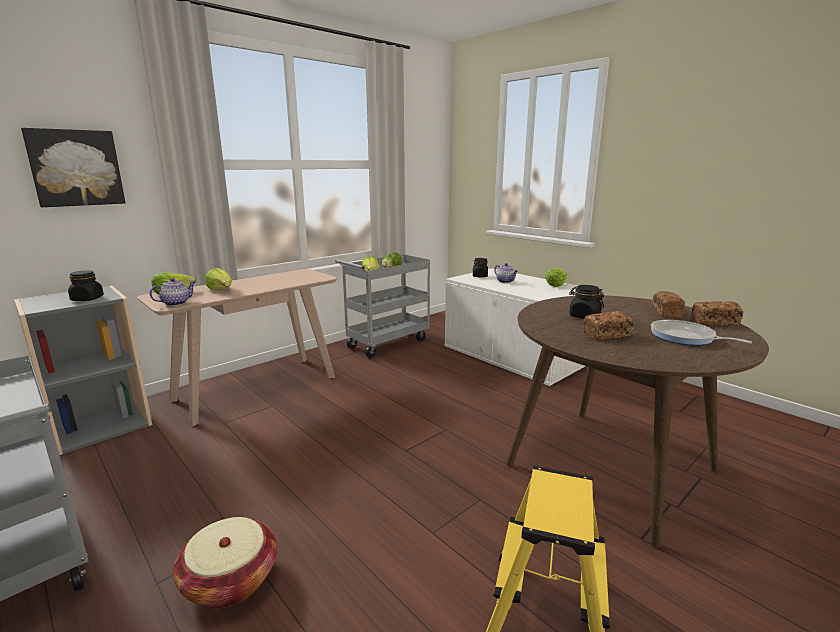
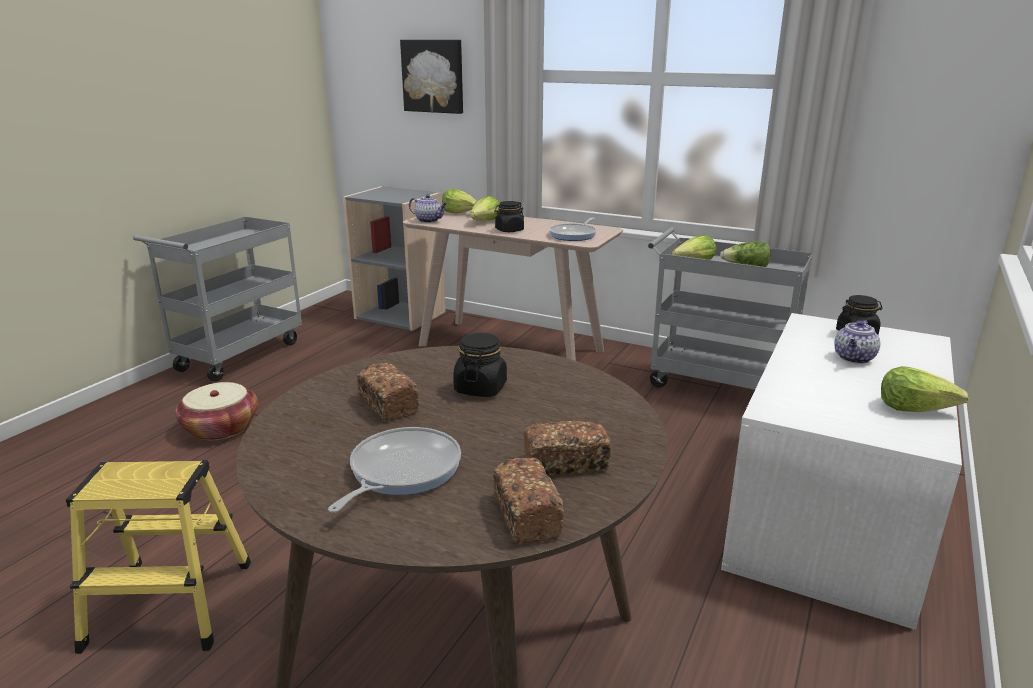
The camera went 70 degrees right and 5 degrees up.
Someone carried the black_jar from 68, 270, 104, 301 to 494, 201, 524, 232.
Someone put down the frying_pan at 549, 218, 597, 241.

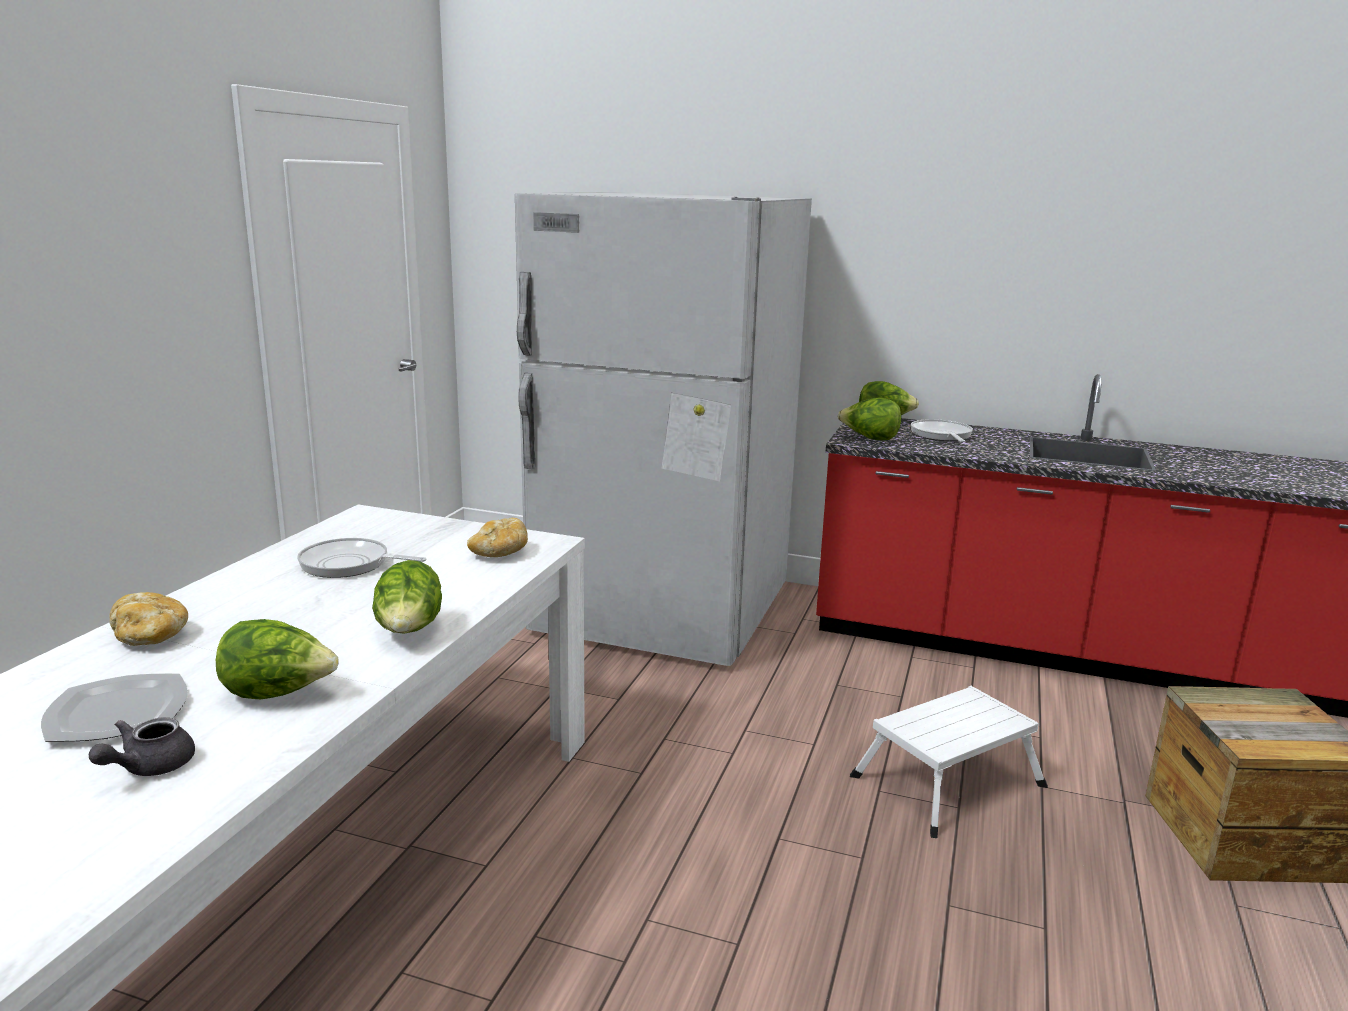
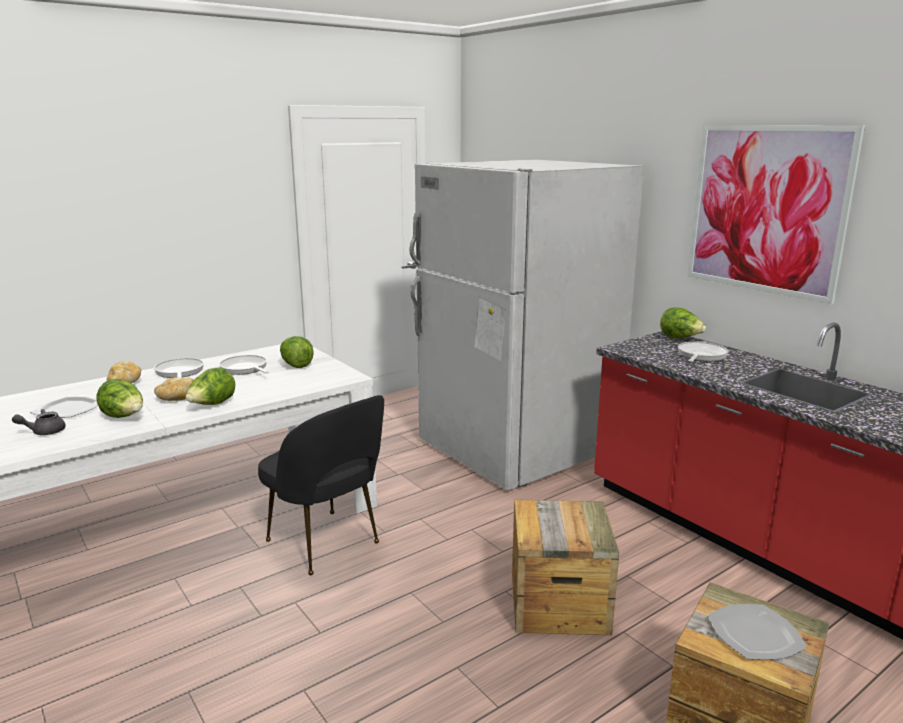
The camera went 35 degrees right and 0 degrees up.
Someone carried the bread from 467, 518, 528, 557 to 154, 377, 194, 401.
Someone carried the lettuce from 838, 398, 901, 440 to 280, 336, 314, 368.
Someone swapped the white_step_ladder at 850, 686, 1048, 838 for the crate at 512, 500, 619, 635.
Someone put down the frying_pan at 154, 358, 204, 378.
Someone put down the black_chair at 258, 395, 384, 576.
Someone put up the picture at 687, 125, 865, 304.
Someone put down the plate at 708, 604, 807, 660.

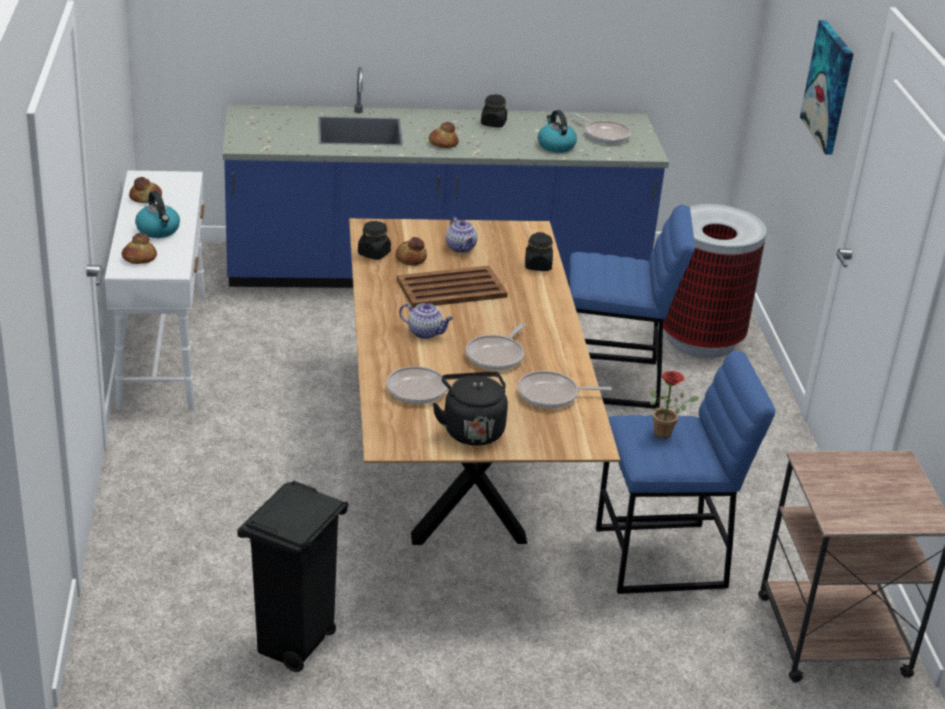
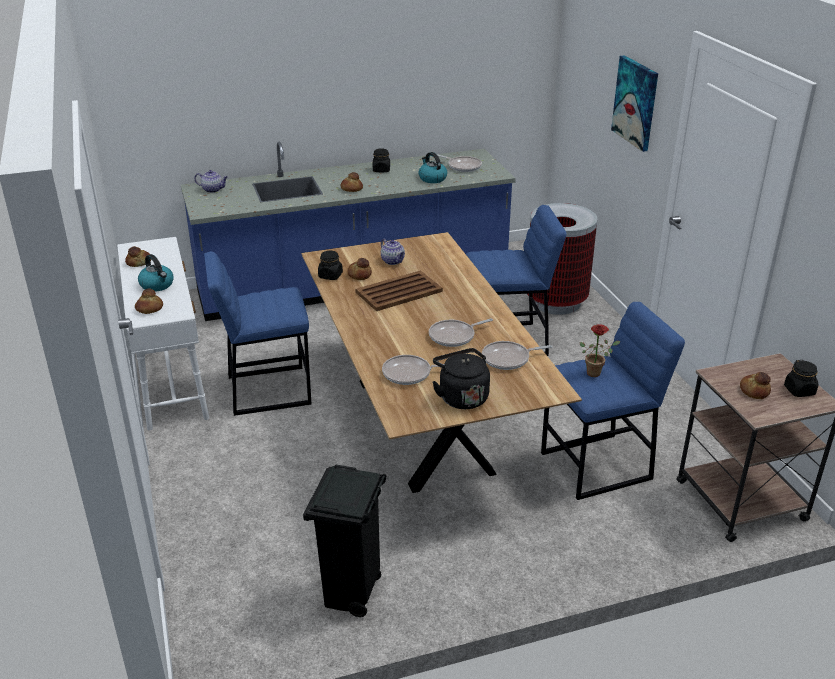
The camera went 10 degrees left and 0 degrees up.
Someone carried the teapot from 399, 303, 453, 339 to 194, 170, 228, 193.
Someone rotated the frying_pan at 466, 323, 526, 370 by 45 degrees clockwise.
Someone carried the black_jar from 525, 232, 553, 271 to 784, 360, 818, 397.
Someone put down the blue_stool at 204, 251, 311, 416.
Someone put down the bread at 740, 372, 771, 399.

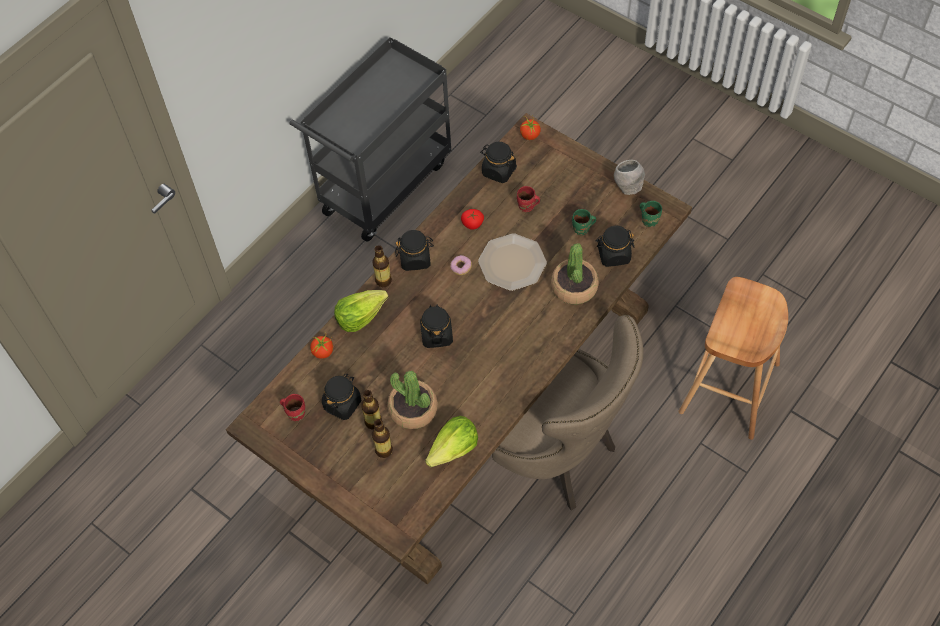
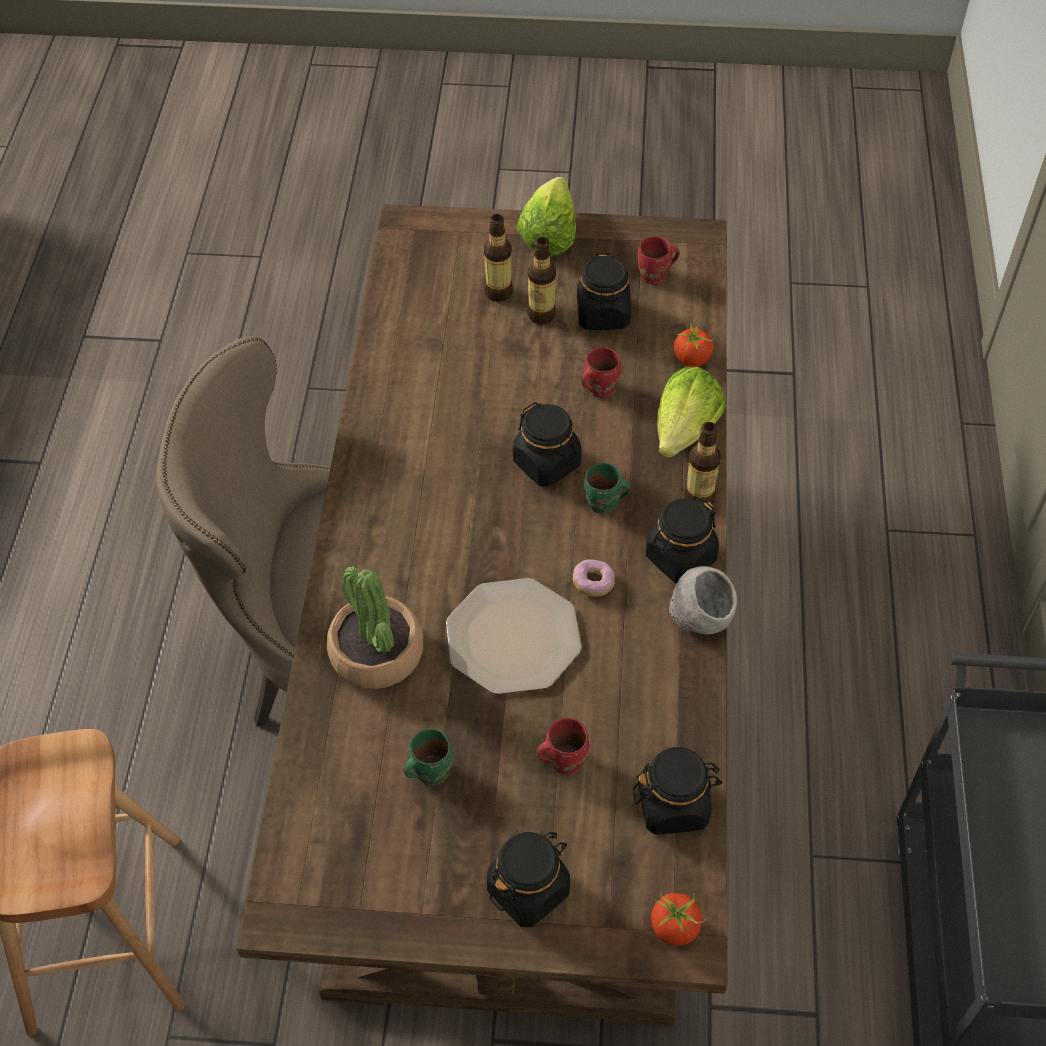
The camera went 145 degrees right and 5 degrees down.
Someone took away the potted_plant at 387, 371, 438, 429.
Someone carried the lettuce from 425, 416, 478, 467 to 516, 177, 576, 256.
Someone took away the tomato at 461, 209, 484, 230.
Someone carried the black_jar from 596, 225, 634, 267 to 487, 832, 570, 927.
Someone carried the grey_bowl from 614, 160, 645, 195 to 669, 566, 737, 634.
Someone carried the green_mug from 640, 201, 662, 227 to 584, 462, 632, 514.
Someone put down the red_mug at 581, 347, 622, 398.

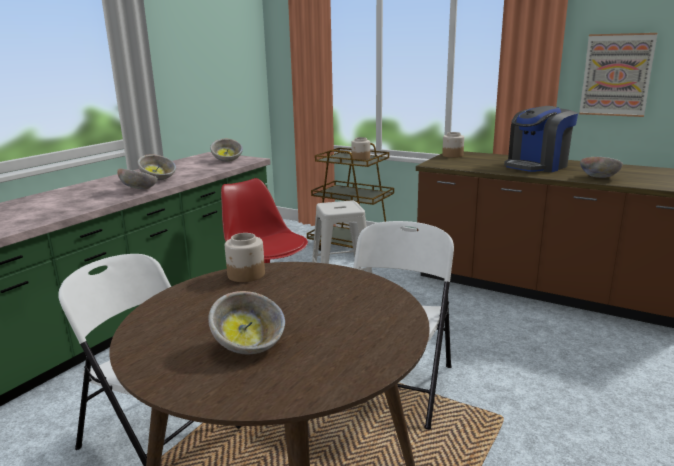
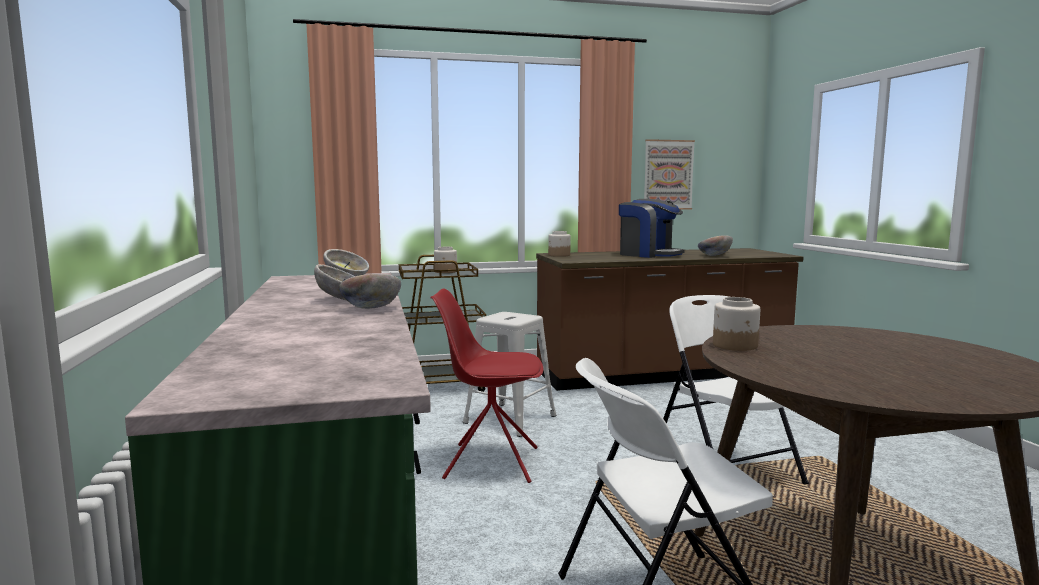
The camera went 45 degrees left and 10 degrees down.
Someone took away the bowl at 208, 291, 285, 354.
Someone rotated the coffee_machine at 504, 106, 578, 172 by 60 degrees counterclockwise.

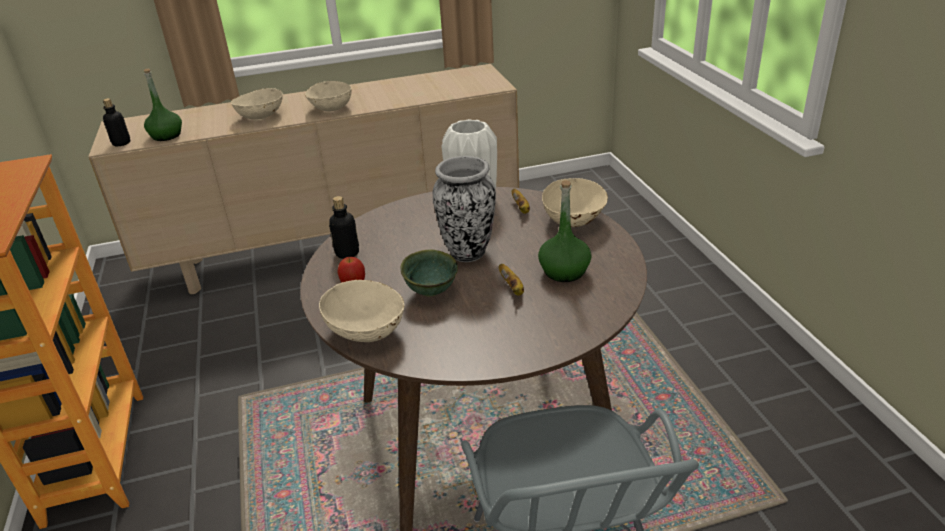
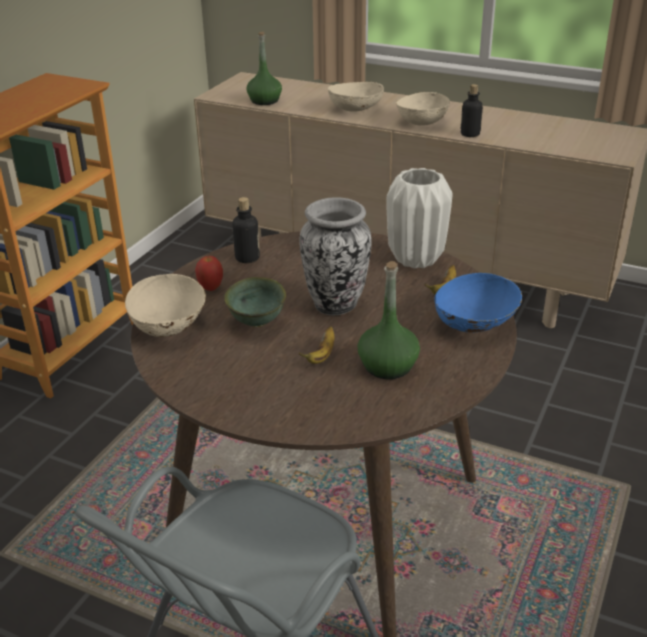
The camera went 40 degrees right and 0 degrees up.
Someone carried the bottle from 103, 98, 131, 146 to 461, 84, 483, 137.
Someone repainted the beige_bowl at 542, 177, 608, 227, which became the blue_bowl at 434, 273, 522, 332.

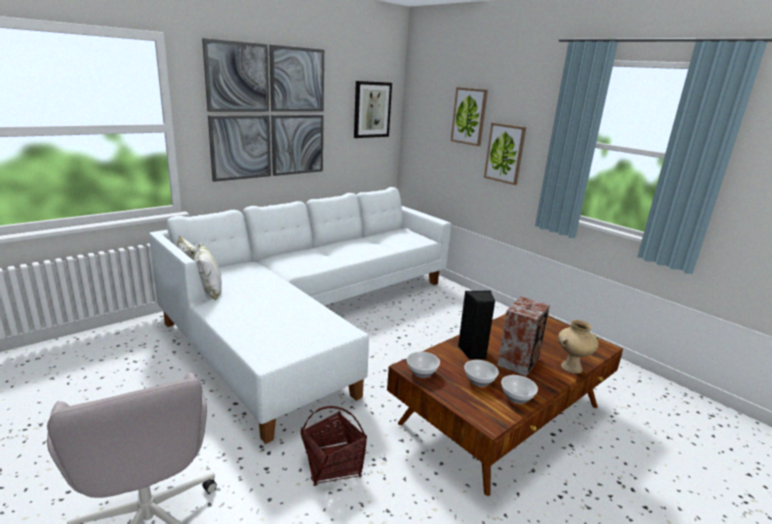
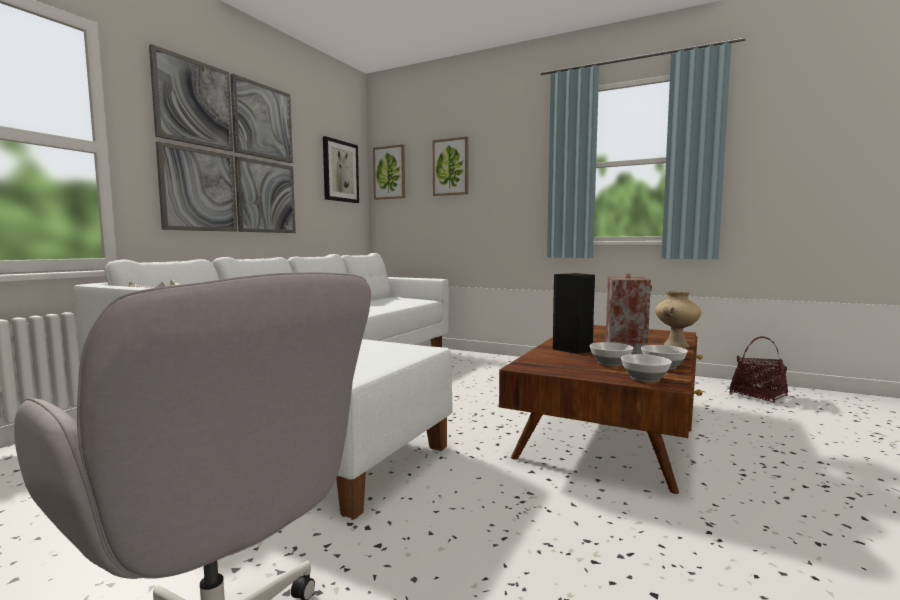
The camera went 20 degrees left and 15 degrees down.
Someone carried the basket from 301, 406, 367, 486 to 729, 336, 788, 403.
Someone carried the bowl from 406, 352, 440, 378 to 621, 354, 672, 382.
Someone carried the picture from 484, 123, 526, 185 to 373, 144, 405, 200.

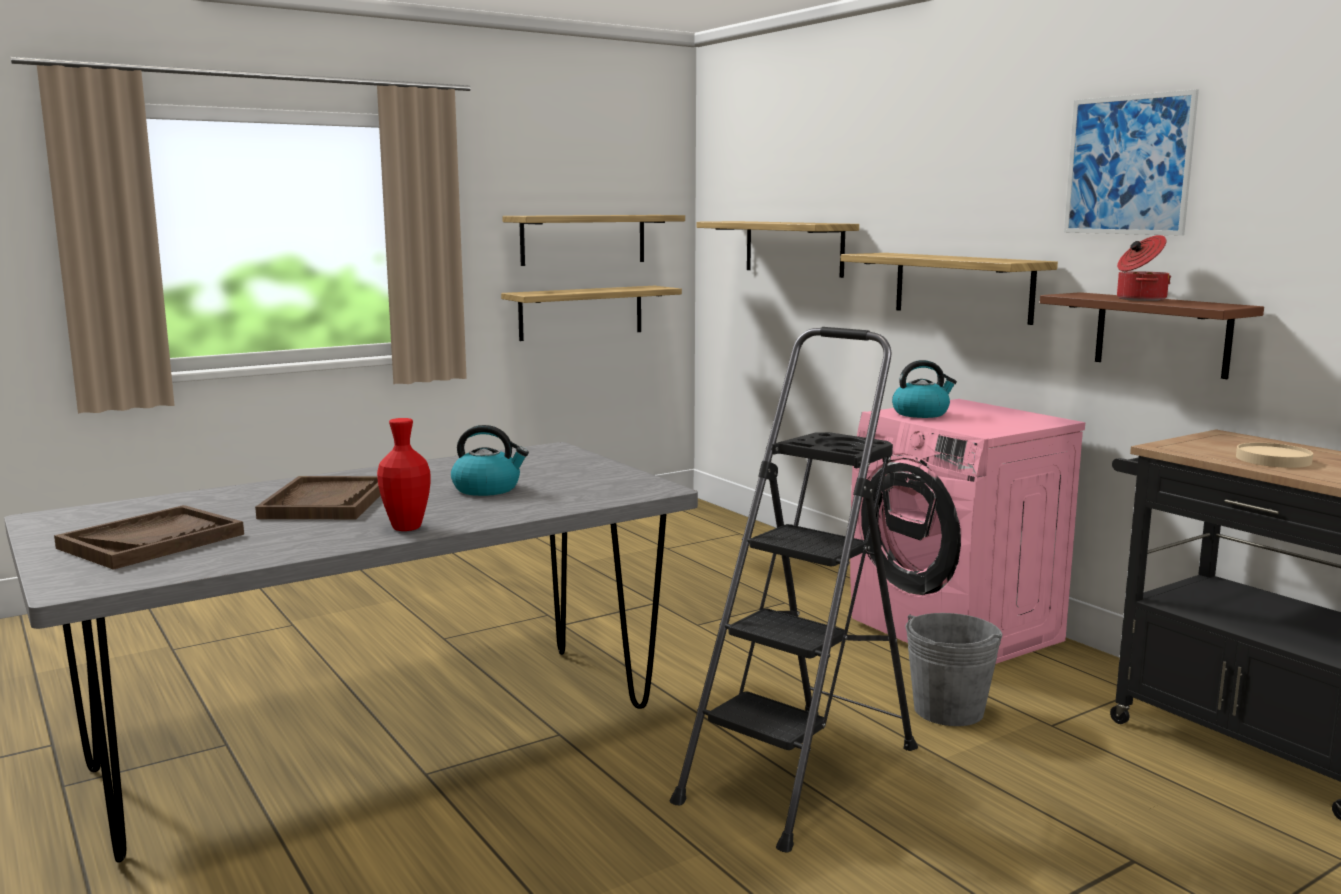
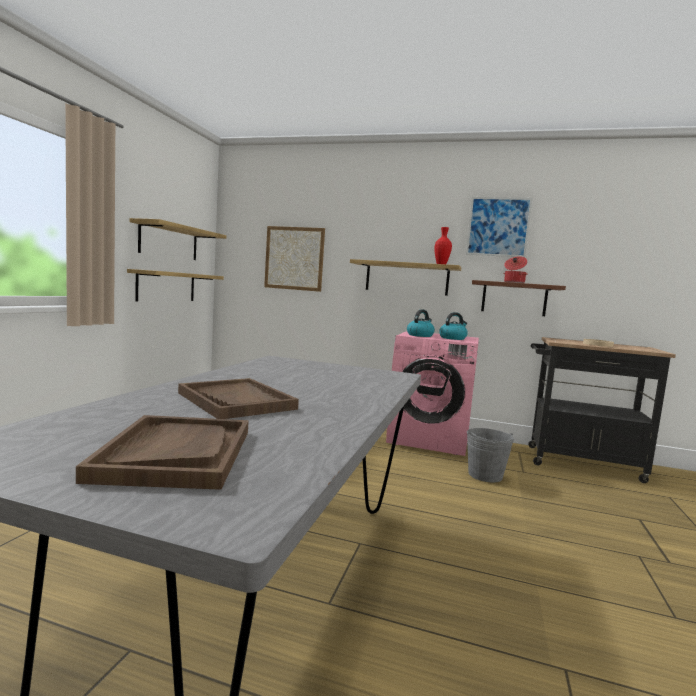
The camera went 40 degrees left and 5 degrees down.
Someone carried the red_vase from 377, 418, 431, 531 to 434, 227, 452, 264.
Someone carried the kettle from 451, 425, 529, 496 to 439, 312, 468, 340.
Someone took away the step_ladder at 670, 327, 918, 852.
Someone swapped the shelf at 697, 221, 859, 278 for the picture at 264, 226, 325, 292.

